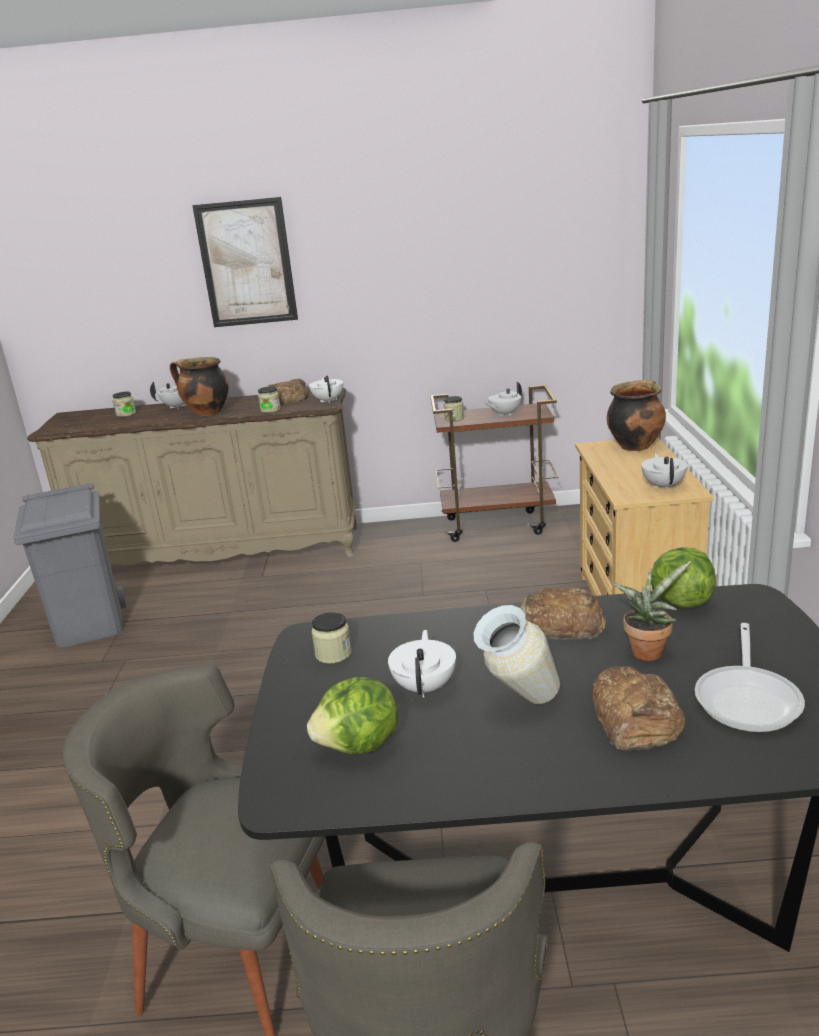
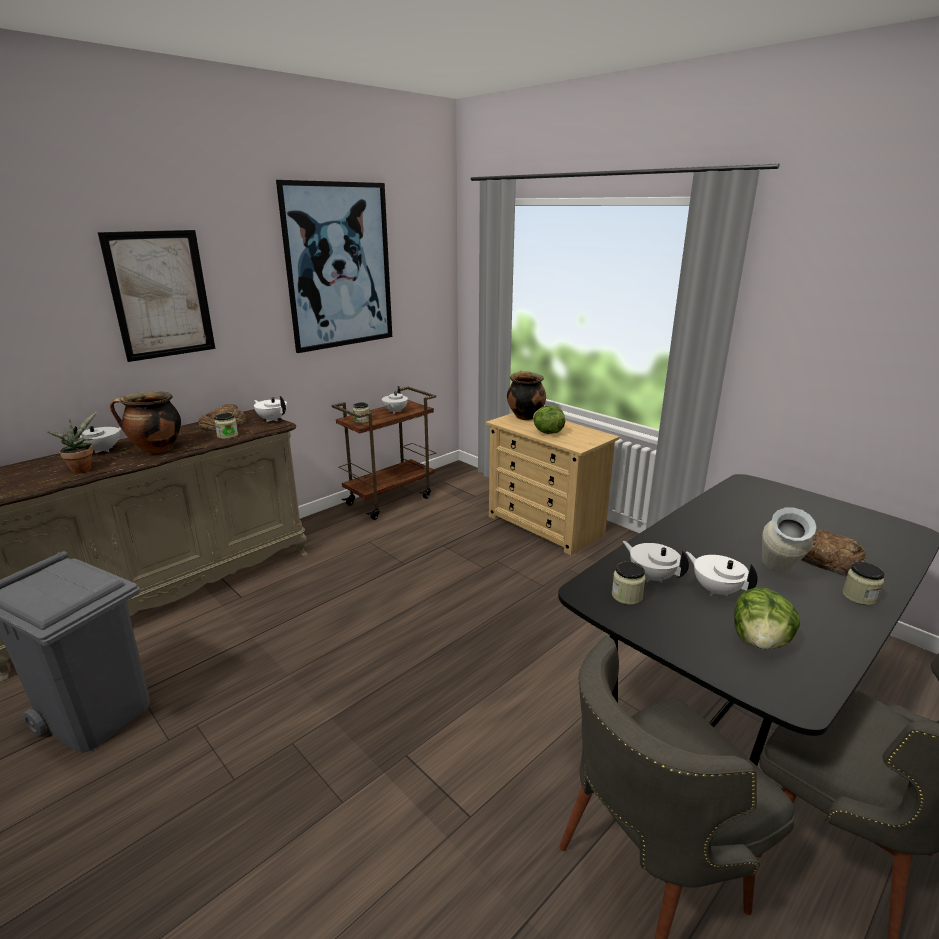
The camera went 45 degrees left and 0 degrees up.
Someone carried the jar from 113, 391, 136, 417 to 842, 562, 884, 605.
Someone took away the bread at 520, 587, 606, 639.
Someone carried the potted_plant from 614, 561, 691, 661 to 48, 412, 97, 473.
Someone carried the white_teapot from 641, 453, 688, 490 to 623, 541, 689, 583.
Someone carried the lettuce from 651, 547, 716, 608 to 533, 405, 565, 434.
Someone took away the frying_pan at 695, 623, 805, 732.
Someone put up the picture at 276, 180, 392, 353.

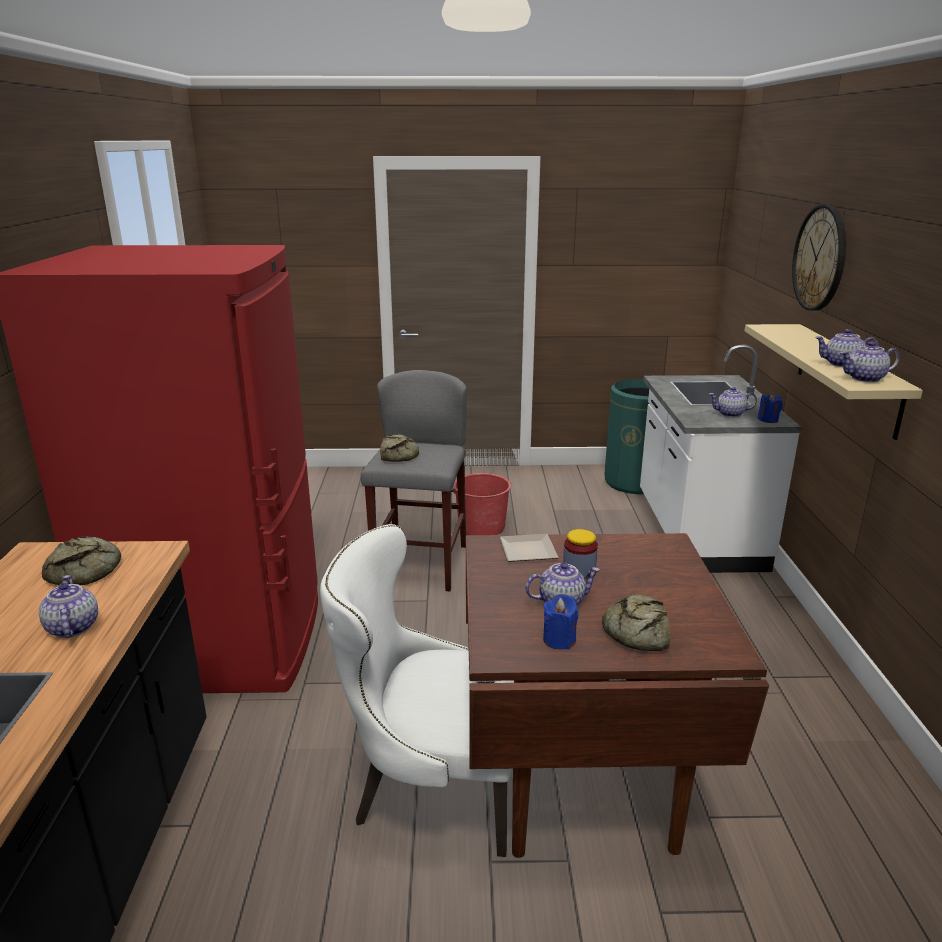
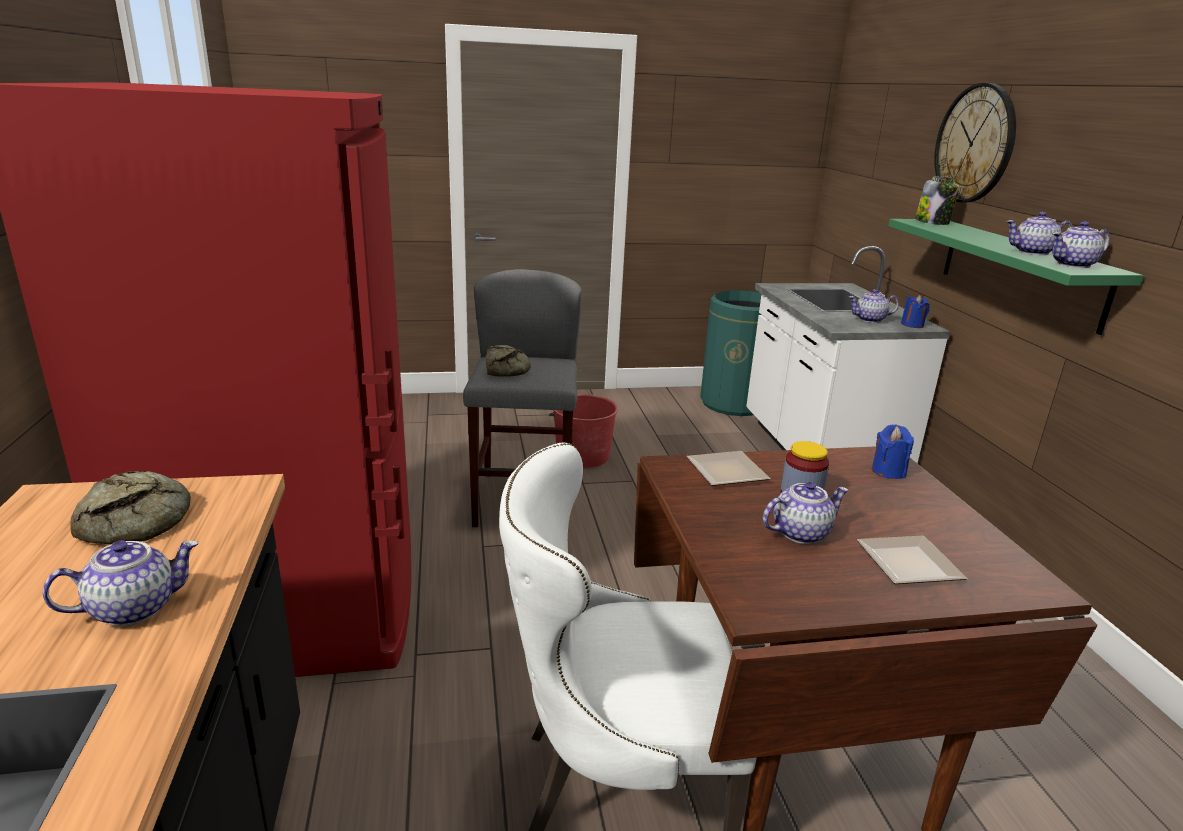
The camera went 10 degrees left and 0 degrees up.
Someone rotated the teapot at 39, 575, 98, 638 by 90 degrees clockwise.
Someone carried the blue_candle from 543, 594, 578, 649 to 872, 425, 914, 479.
Someone swapped the bread at 602, 594, 671, 651 for the plate at 857, 536, 967, 584.
Someone repainted the beige_shelf at 745, 324, 923, 440, which became the green_shelf at 888, 219, 1144, 335.
Someone put down the jar at 915, 176, 959, 225.

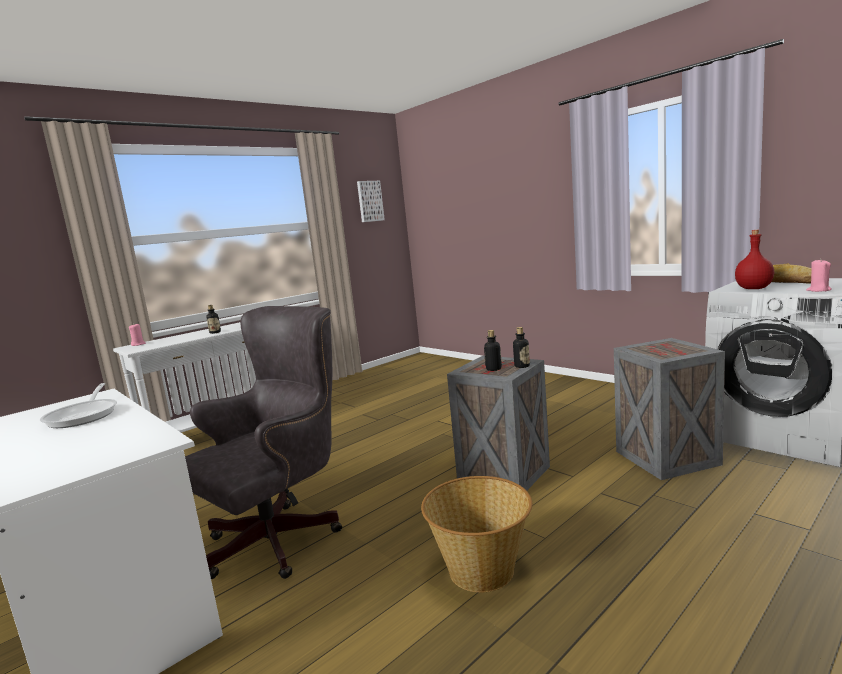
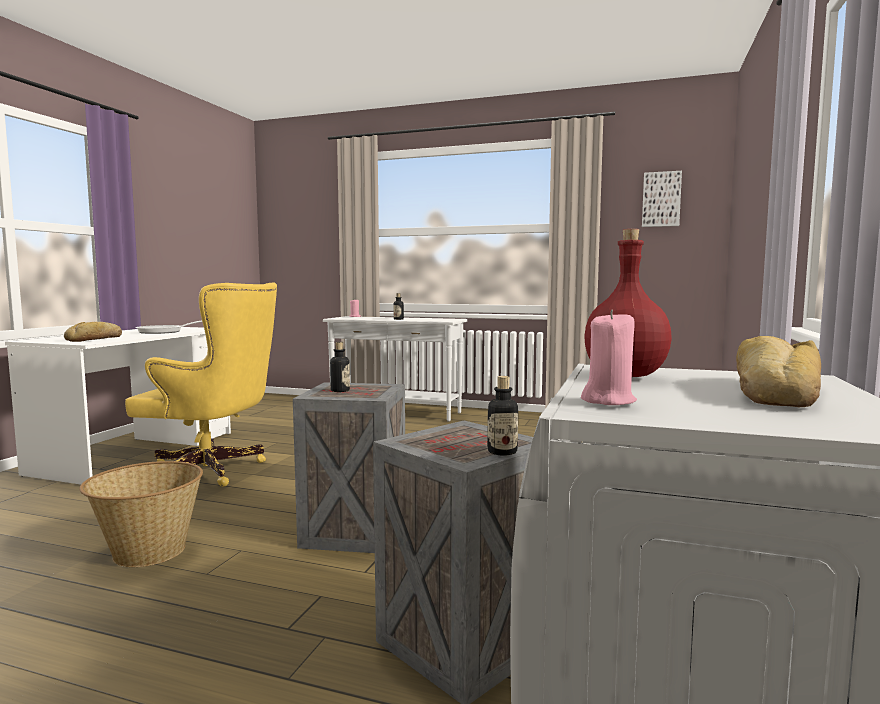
The camera went 60 degrees right and 5 degrees down.
Someone repainted the grey_office_chair at 185, 306, 342, 579, which became the yellow_office_chair at 125, 283, 277, 486.
Someone carried the bottle from 513, 327, 530, 368 to 487, 376, 518, 456.
Someone put down the bread at 64, 322, 122, 342.

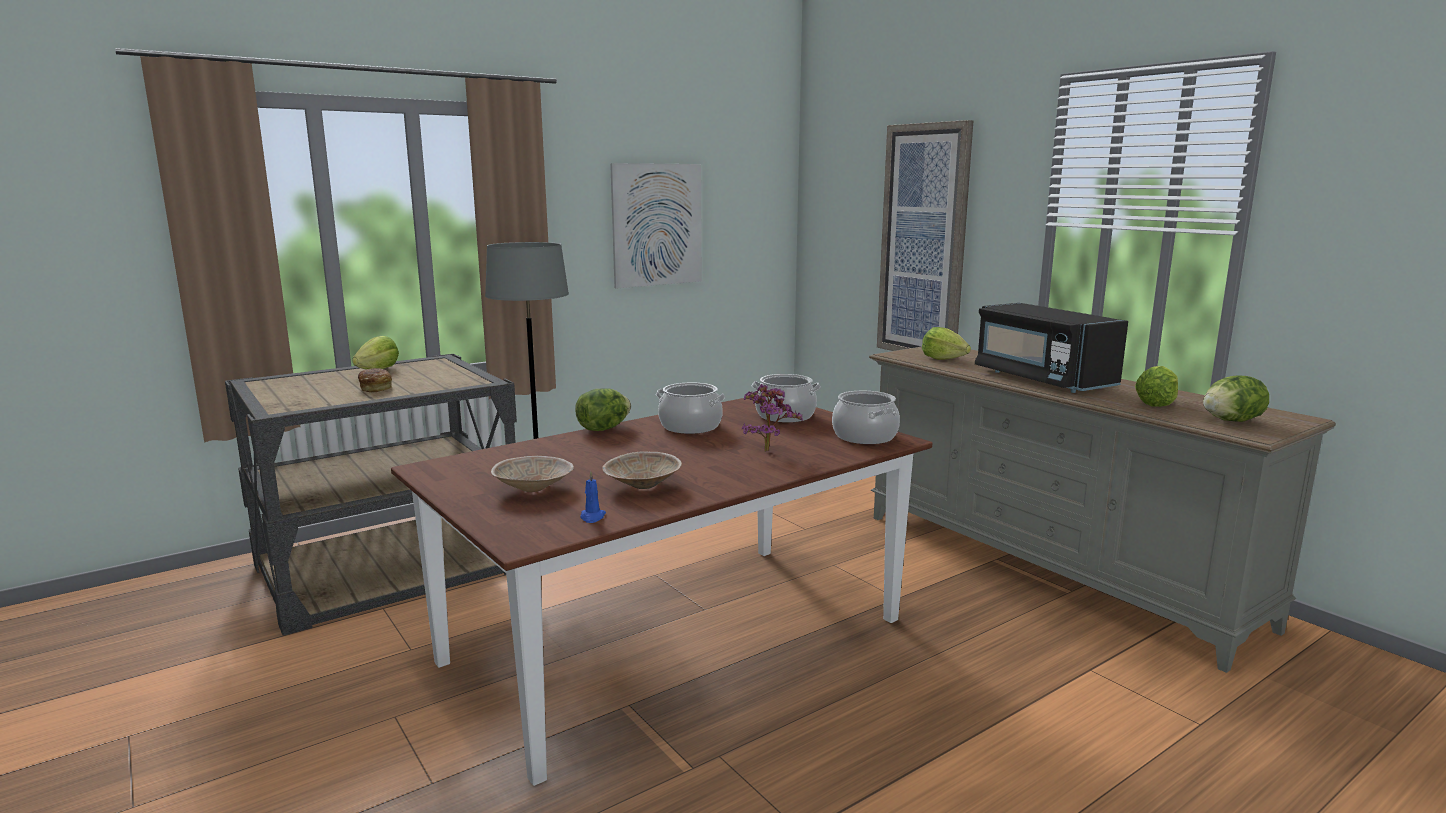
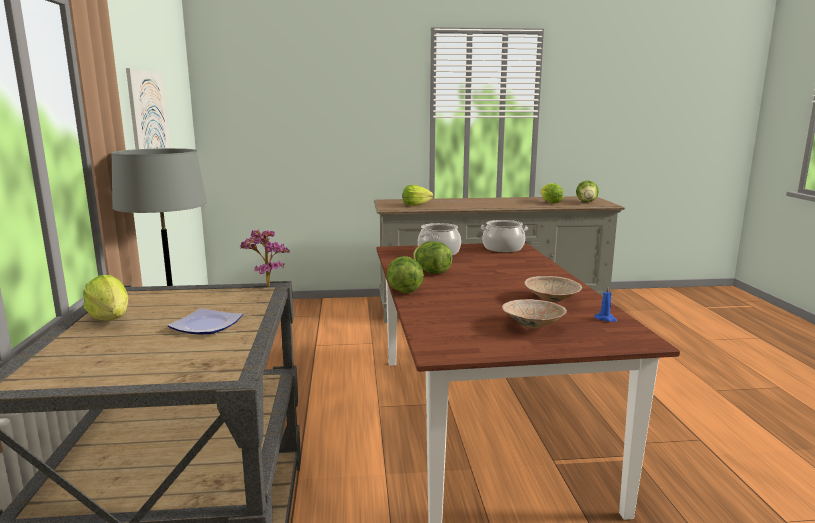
The camera went 60 degrees left and 0 degrees up.
Someone swapped the bread at 358, 368, 393, 393 for the plate at 167, 308, 243, 334.
Someone swapped the cooking_pot at 656, 383, 725, 434 for the lettuce at 413, 241, 453, 273.
Someone carried the potted_plant from 741, 384, 803, 452 to 240, 229, 290, 287.
Someone took away the picture at 877, 120, 973, 351.
Someone took away the black_microwave at 975, 303, 1128, 393.

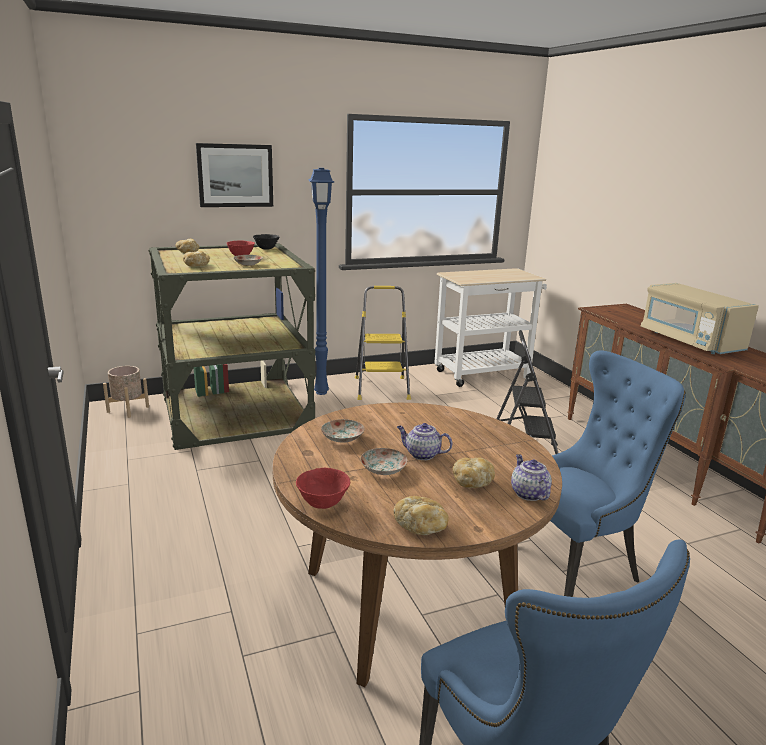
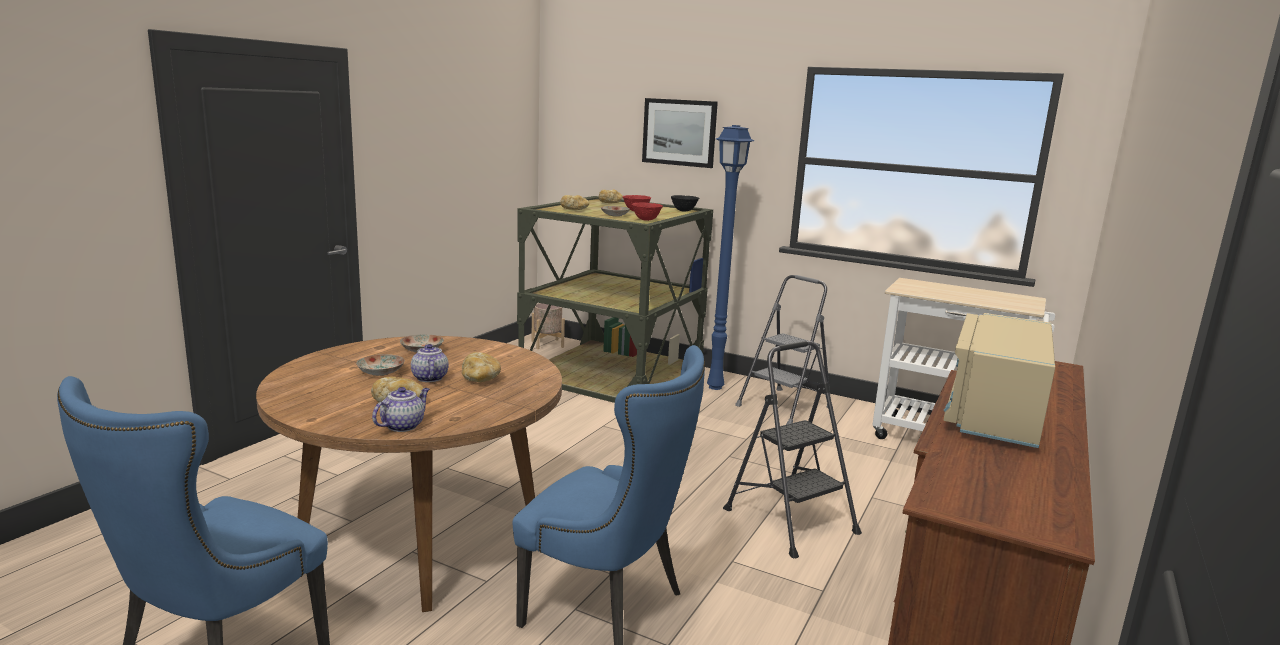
The camera went 50 degrees right and 5 degrees down.
Someone carried the red_bowl from 296, 468, 350, 509 to 632, 203, 663, 221.
Someone repainted the yellow_step_ladder at 355, 286, 411, 400, which became the grey_step_ladder at 735, 275, 830, 425.
Someone carried the bread from 393, 496, 449, 535 to 462, 352, 501, 382.

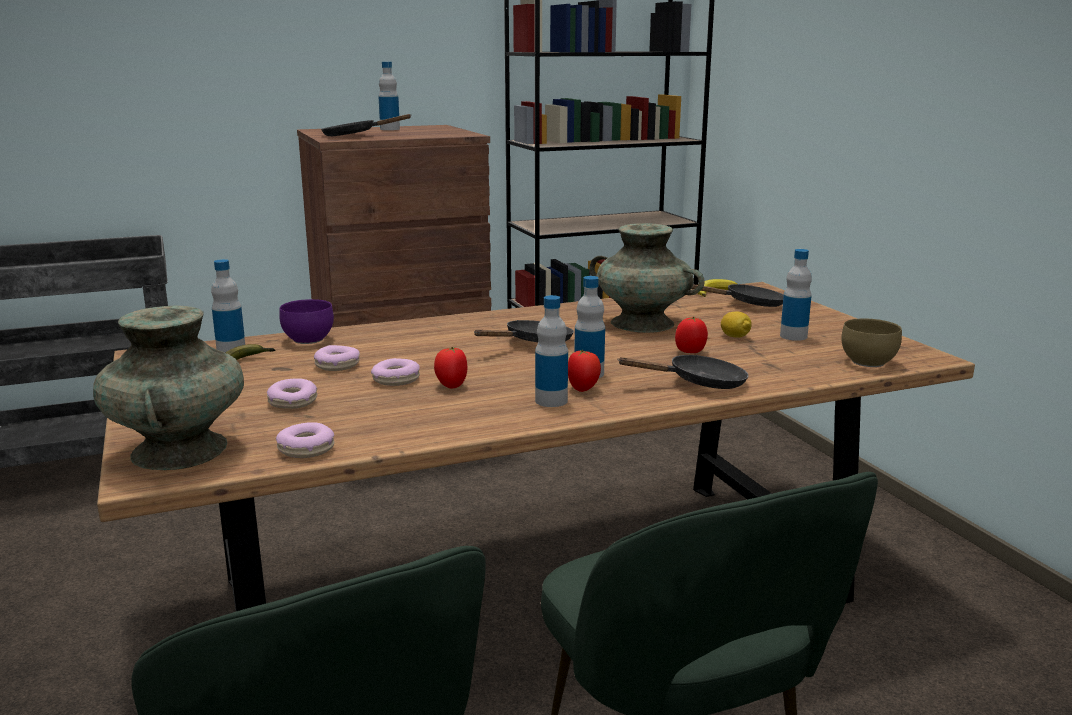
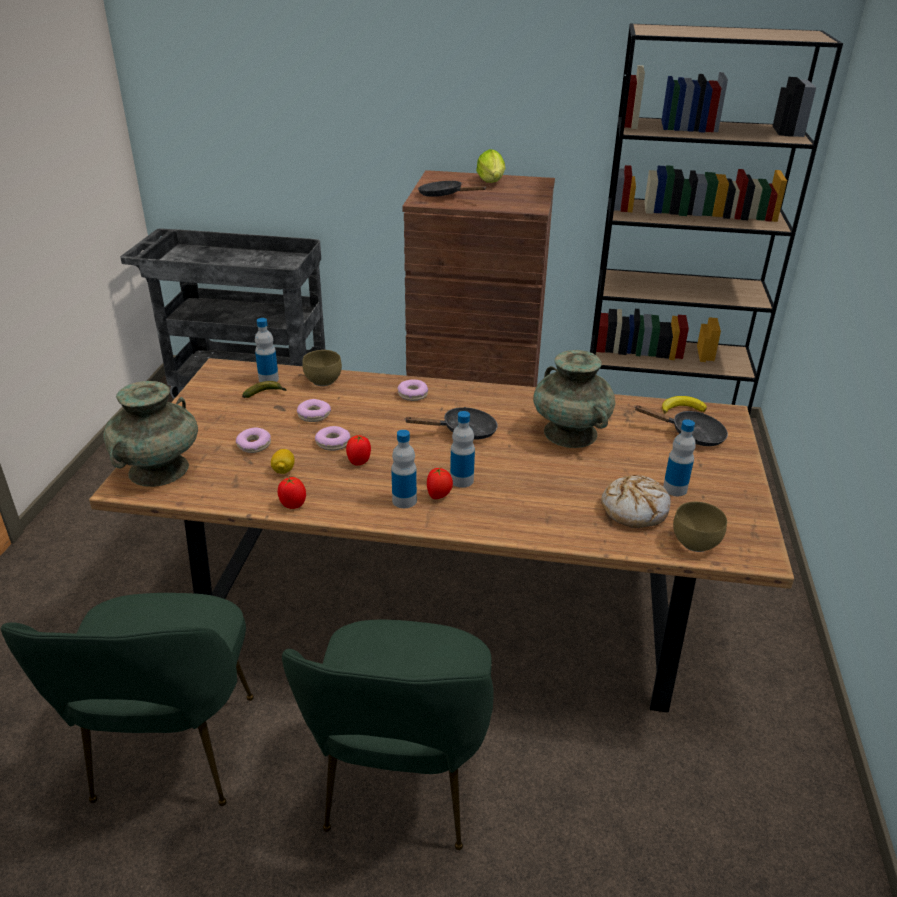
The camera went 30 degrees right and 15 degrees up.
Someone carried the donut from 276, 422, 334, 458 to 397, 380, 428, 401.
Someone repainted the purple_bowl at 279, 299, 334, 344, which became the brown_bowl at 303, 350, 342, 386.
Someone swapped the bottle at 378, 62, 400, 130 for the lettuce at 476, 149, 505, 183.
Someone took away the black_frying_pan at 617, 355, 749, 389.
Someone carried the tomato from 675, 317, 708, 353 to 278, 477, 306, 509.
Someone carried the lemon from 721, 311, 752, 338 to 271, 449, 295, 474.
Someone put down the bread at 601, 475, 671, 528.

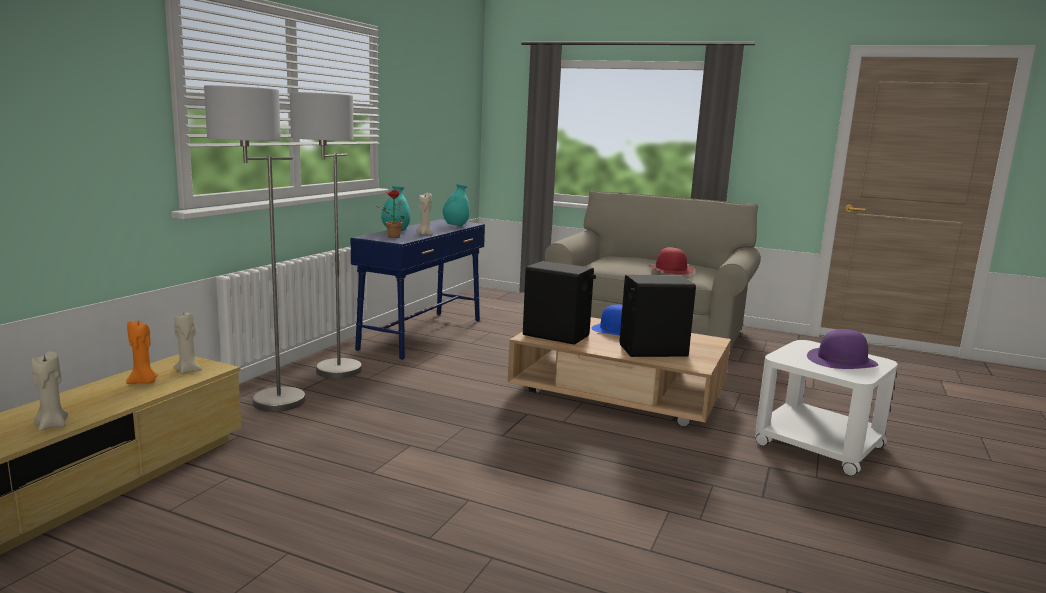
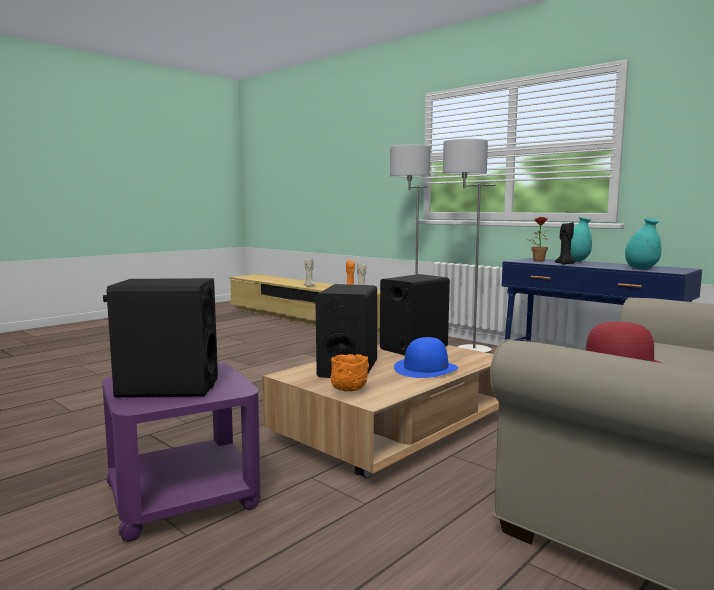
The camera went 110 degrees right and 5 degrees down.
Someone repainted the beige_candle at 416, 193, 432, 235, which became the black_candle at 554, 222, 576, 265.
Someone repainted the white_side_table at 755, 340, 898, 476, which became the purple_side_table at 102, 363, 261, 542.
Someone swapped the purple_hat at 807, 329, 878, 369 for the black_speaker at 103, 278, 218, 398.
Someone put down the orange_bowl at 331, 354, 369, 392.

